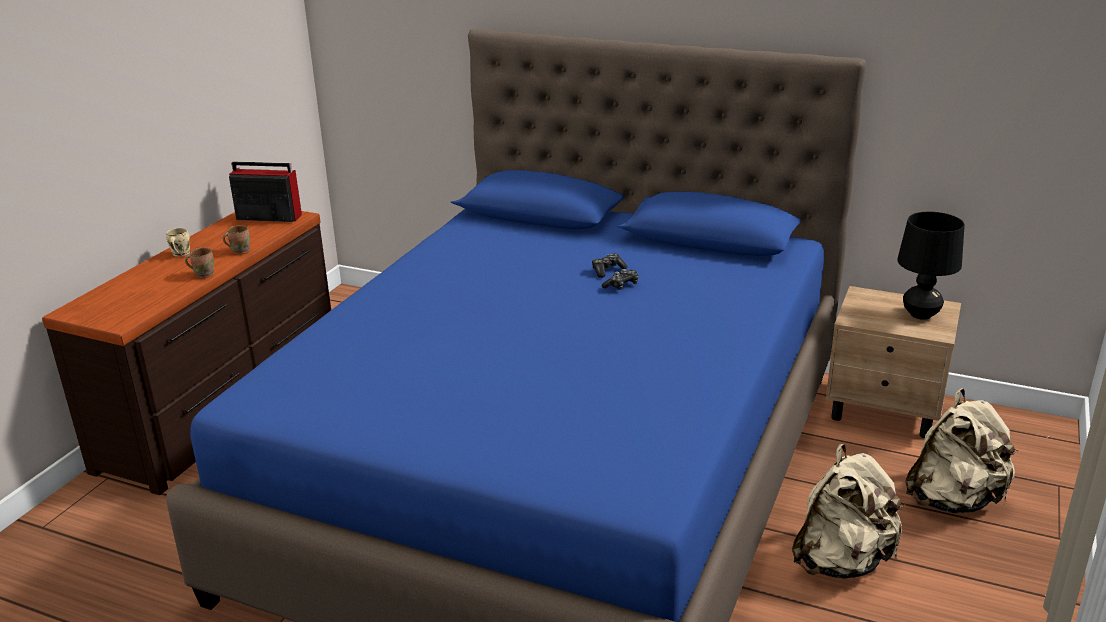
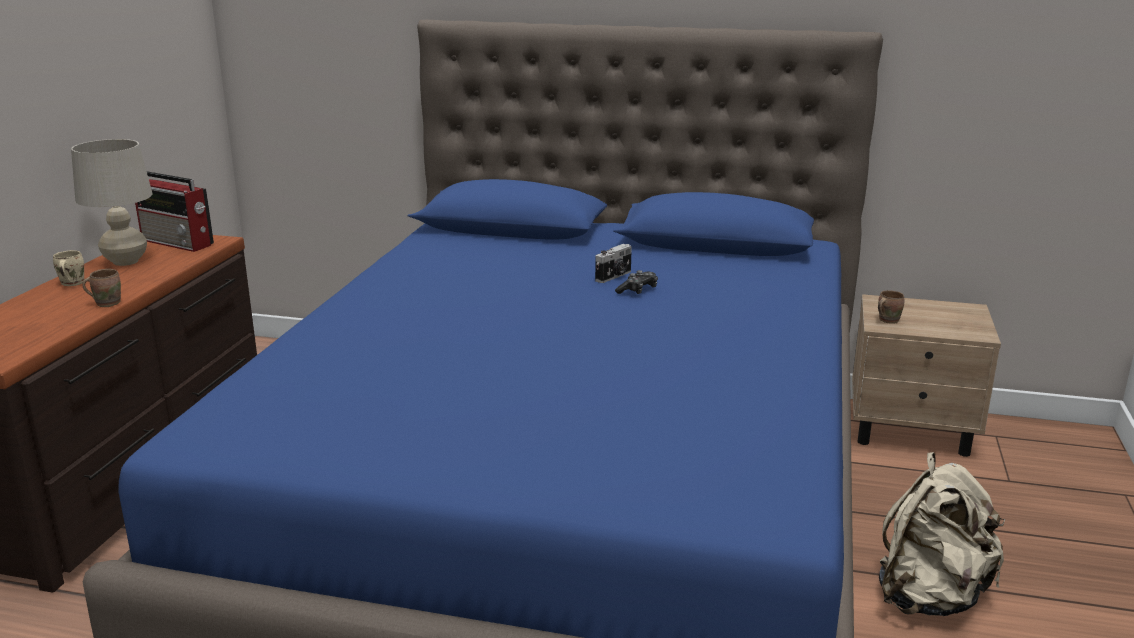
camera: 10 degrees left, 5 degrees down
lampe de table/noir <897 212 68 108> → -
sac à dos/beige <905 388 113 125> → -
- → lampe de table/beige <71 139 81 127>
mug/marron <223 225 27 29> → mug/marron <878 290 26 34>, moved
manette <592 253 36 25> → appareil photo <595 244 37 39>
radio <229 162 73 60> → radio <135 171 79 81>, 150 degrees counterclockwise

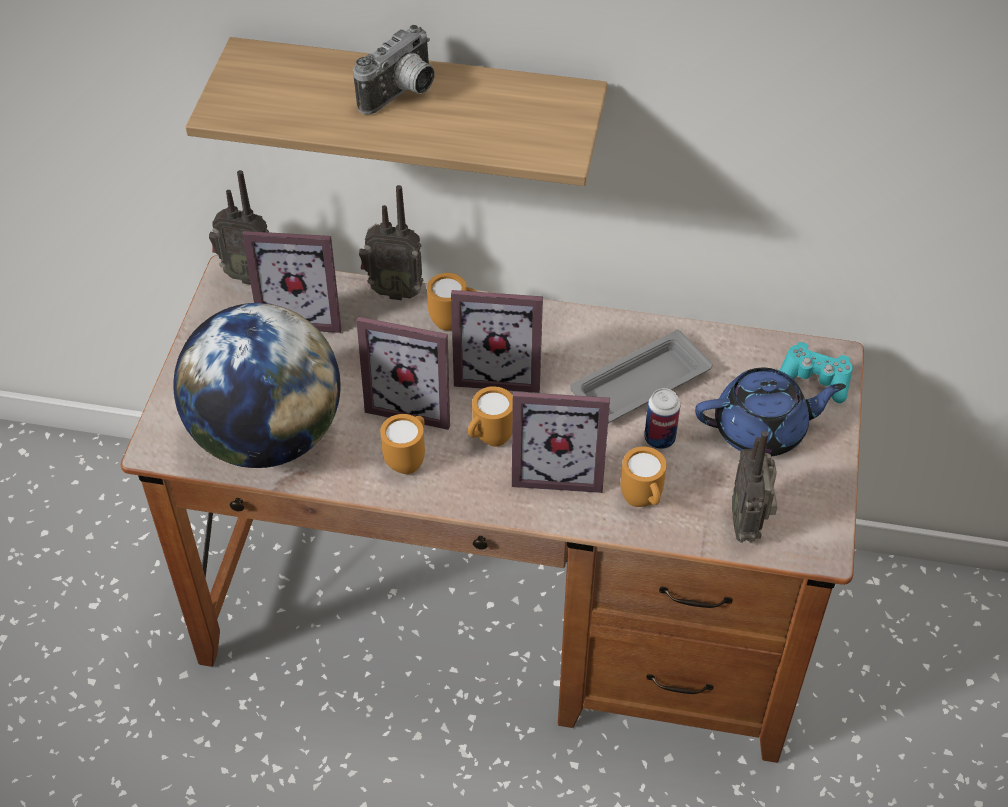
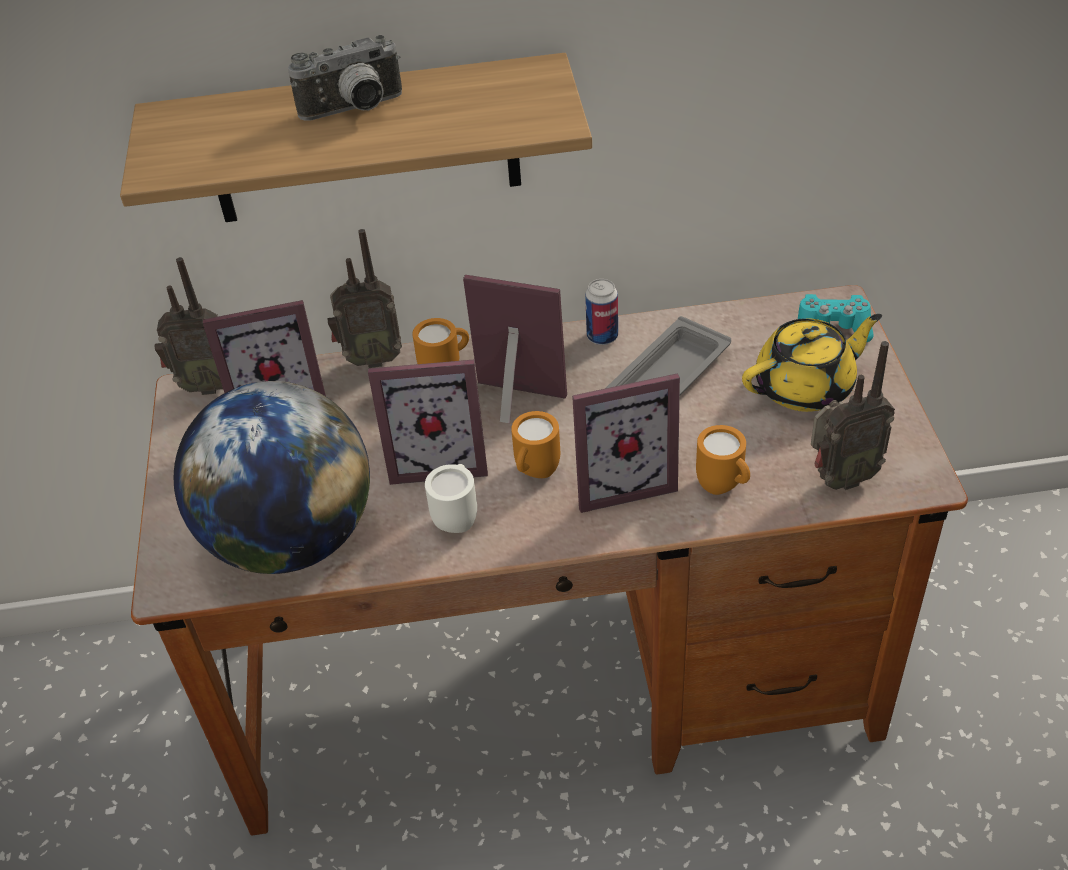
camera: 15 degrees left, 5 degrees down
boîte métallique <644 388 36 61> → boîte métallique <585 279 33 66>, moved
mug/orange <380 414 45 60> → mug/blanc <425 464 52 69>
théière/bleu <695 368 151 89> → théière/jaune <742 314 140 98>
appareil photo <353 25 82 90> → appareil photo <288 35 114 86>, 45 degrees clockwise
cadre photo <451 290 92 103> → cadre photo <463 275 104 148>, 150 degrees counterclockwise
radio <732 431 45 112> → radio <811 341 84 149>, 90 degrees counterclockwise

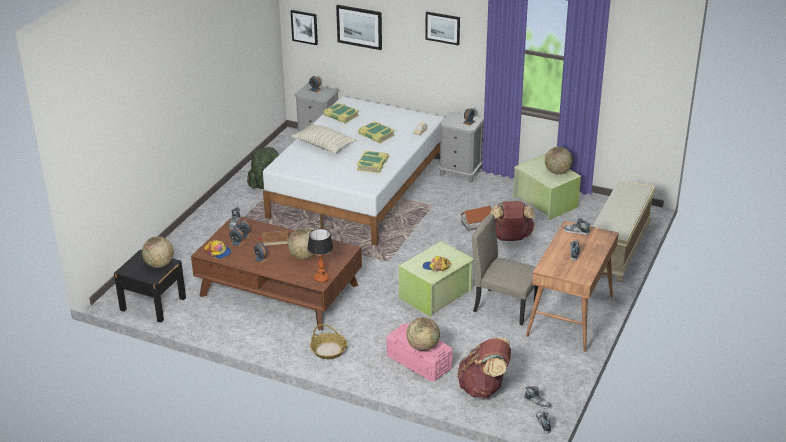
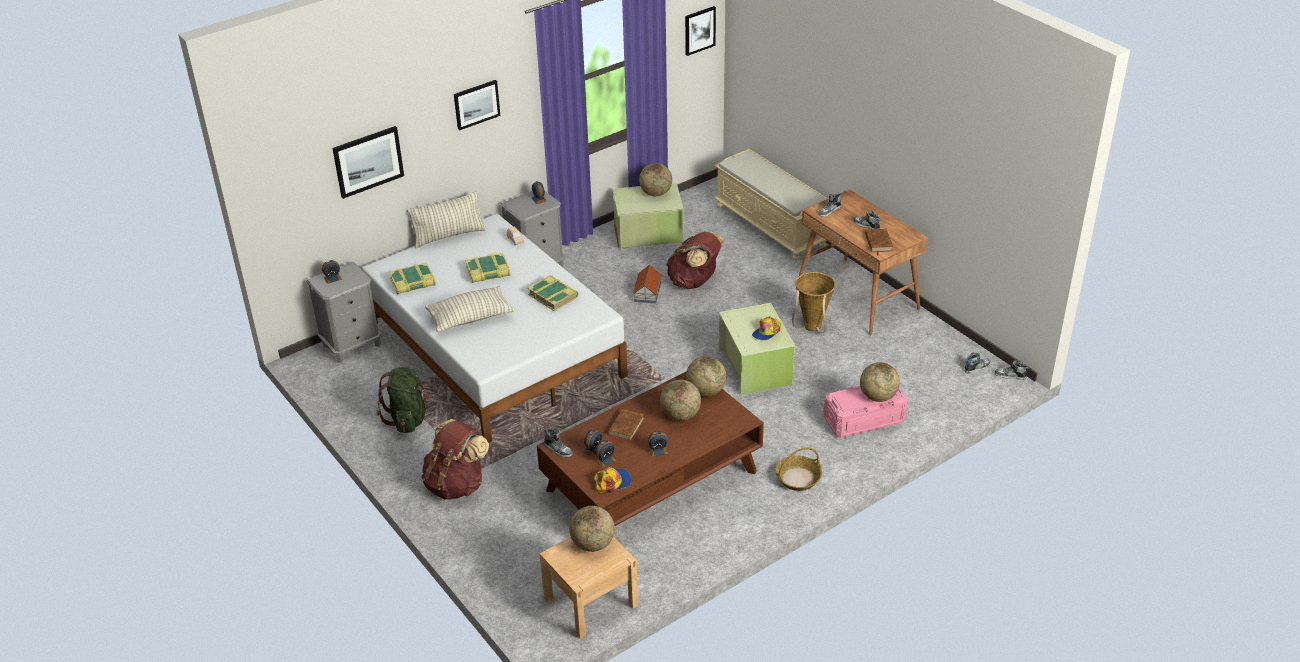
camera: 60 degrees left, 5 degrees up
lampe de table <307 229 26 53> → -
- → coussin <407 191 79 57>
- → globe <686 356 40 41>
- → livre/marron <865 229 28 26>
tableau <291 10 27 35> → tableau <685 6 31 50>, moved
sac à dos/marron <457 337 54 61> → sac à dos/marron <422 419 67 81>, moved
chaise/beige <472 214 66 111> → panier <792 272 43 61>
table de chevet/noir <114 250 72 72> → table de chevet/beige <540 537 98 102>

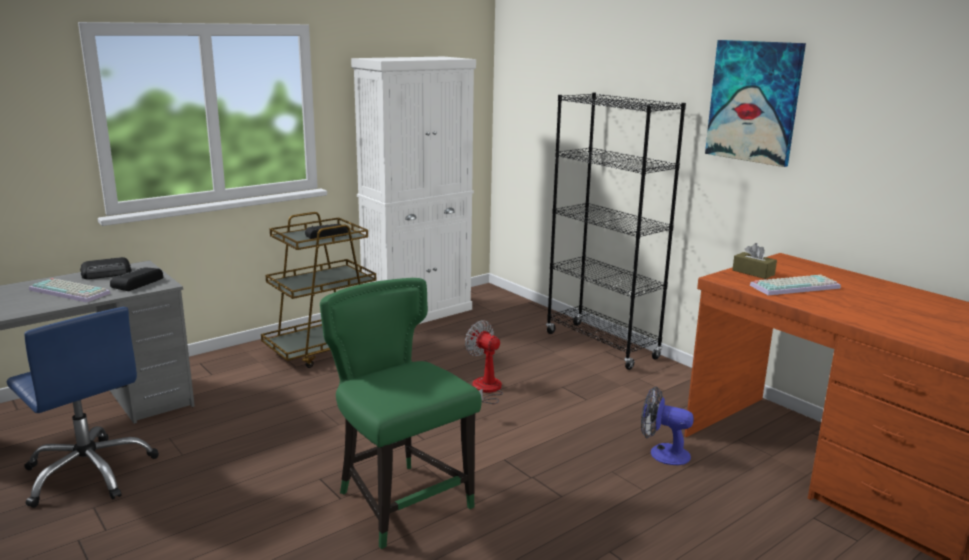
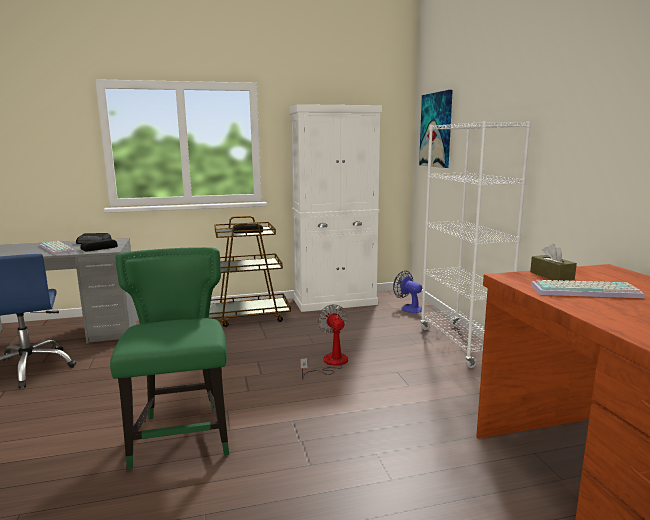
camera: 25 degrees right, 5 degrees down
ventilateur <641 386 53 79> → ventilateur <393 271 29 42>, moved
tableau <705 40 101 127> → tableau <419 90 34 78>, moved
bibliothèque/noir <546 93 140 277> → bibliothèque/blanc <420 121 111 247>

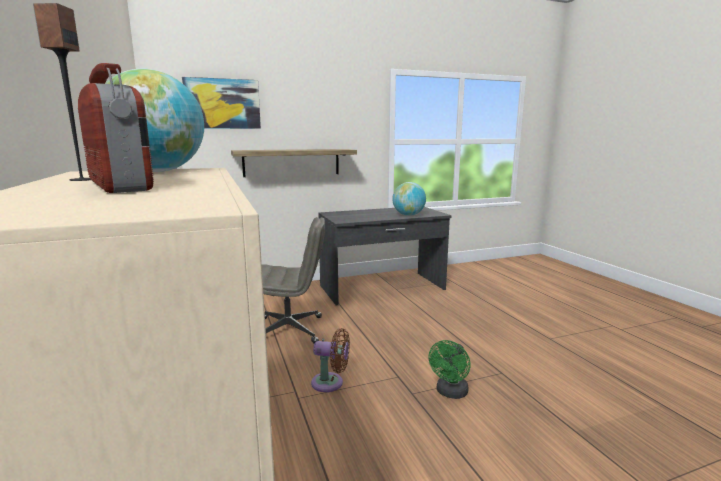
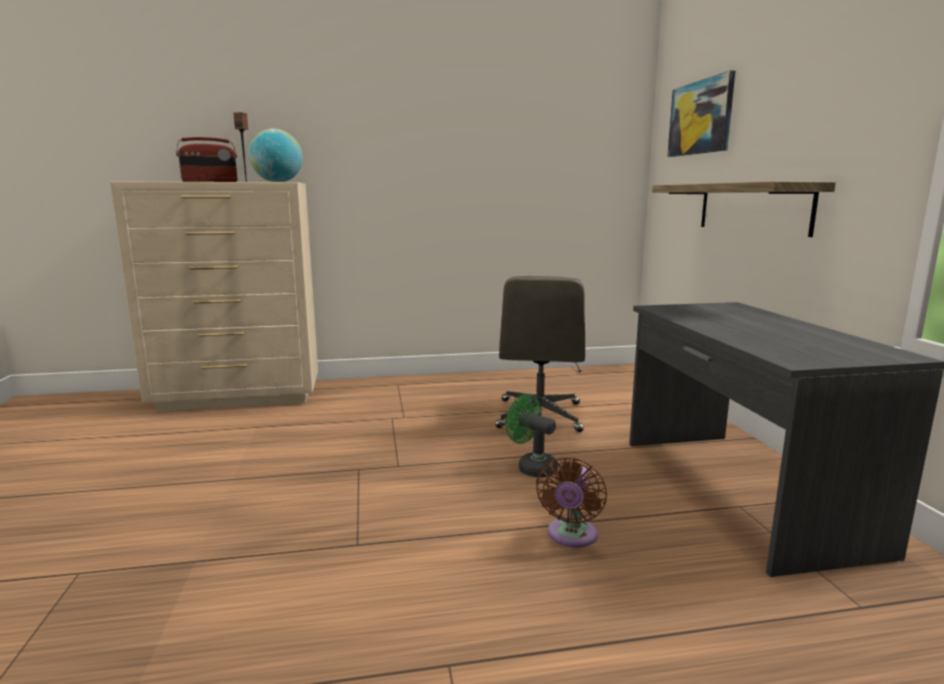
camera: 100 degrees right, 0 degrees up
globe <392 182 34 34> → -
ventilateur/marron <311 328 39 64> → ventilateur/marron <536 457 71 91>, moved
ventilateur/vert <428 340 43 59> → ventilateur/vert <506 394 52 84>, moved

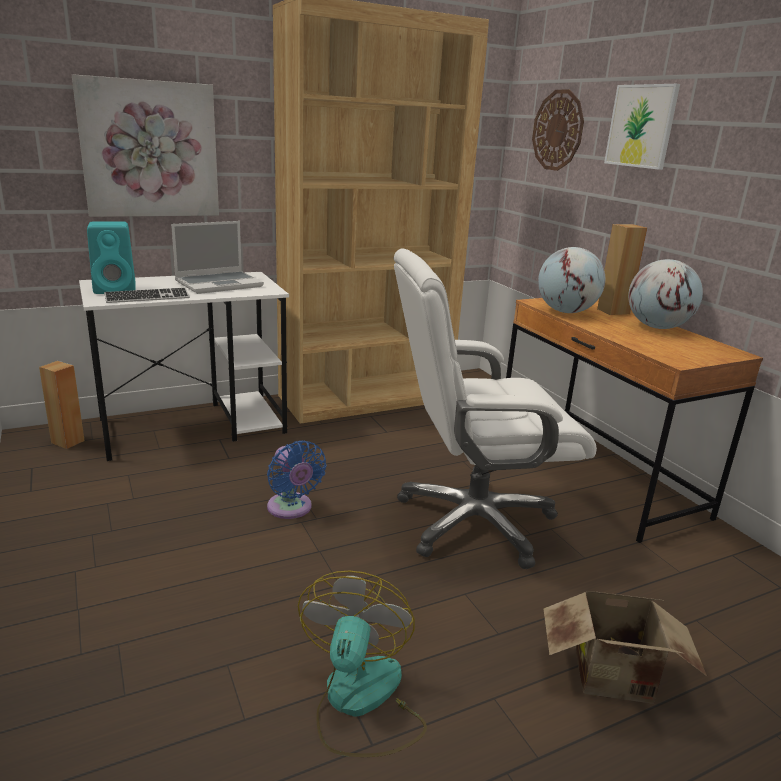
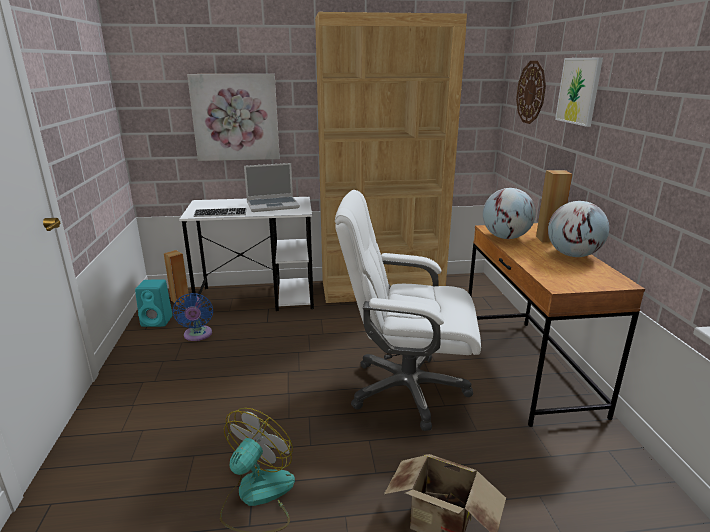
camera: 20 degrees right, 0 degrees up
enceinte/turquoise <87 221 49 73> → enceinte/turquoise <135 280 37 47>, moved
ventilateur/bleu <267 441 60 78> → ventilateur/bleu <172 293 41 48>, moved

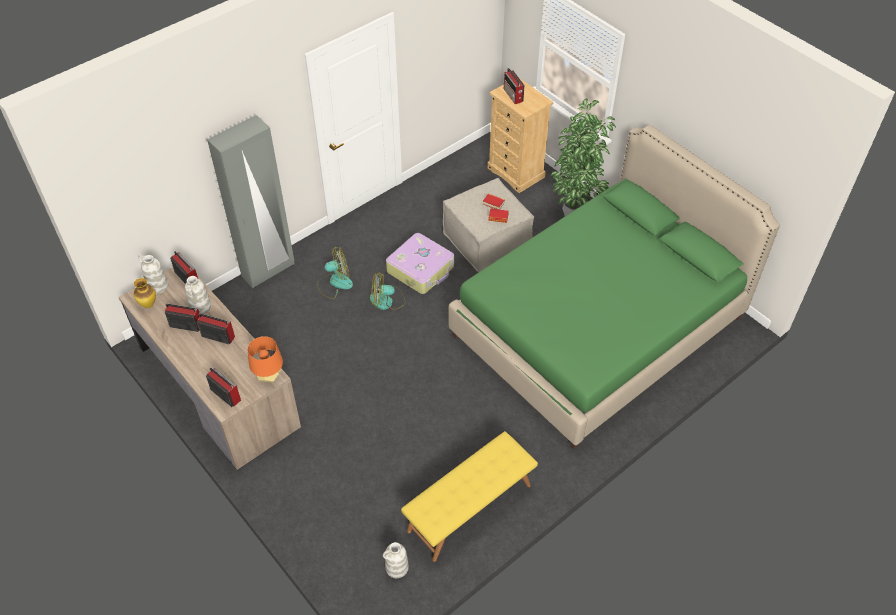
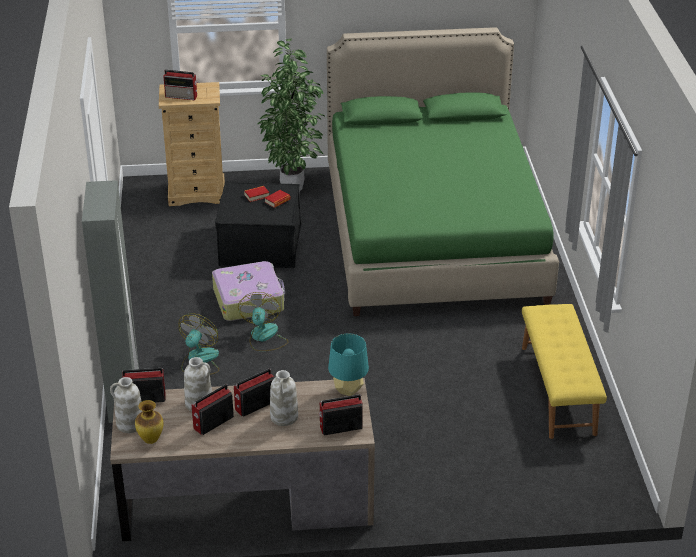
camera: 55 degrees left, 15 degrees down
vase/blanc <383 542 26 36> → vase/blanc <270 370 28 56>, moved
lampe de table/orange <248 336 35 47> → lampe de table/turquoise <328 334 41 62>
pouf/beige <443 178 91 94> → pouf/noir <215 181 86 87>
ventilateur <370 272 35 38> → ventilateur <238 292 51 59>, 150 degrees clockwise

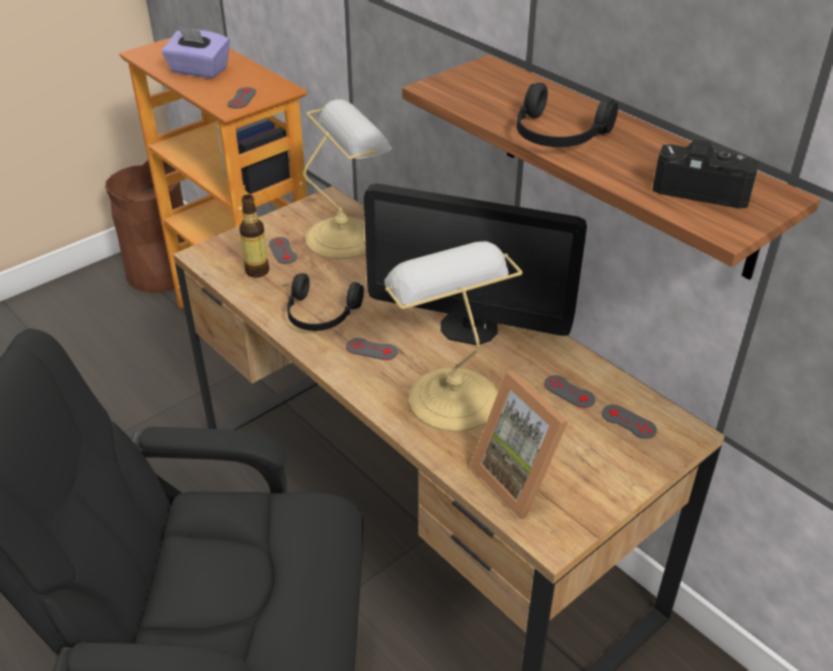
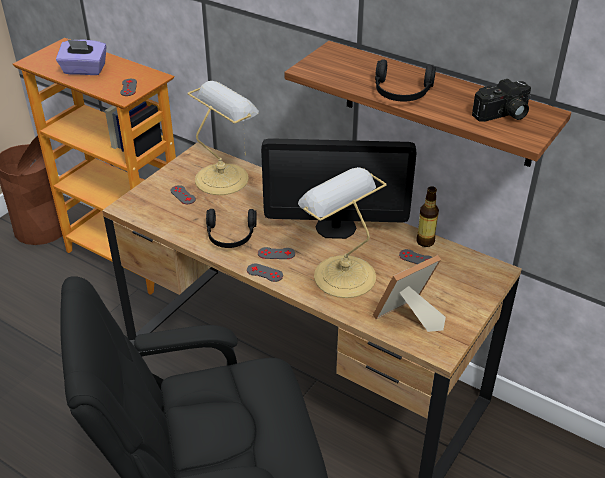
camera: 15 degrees left, 0 degrees up
bouteille <239 195 30 83> → bouteille <416 186 23 61>, moved
manette/gris <602 405 55 34> → manette/gris <247 264 36 18>, moved
cadre photo <470 371 98 148> → cadre photo <373 255 73 77>, 105 degrees clockwise
appareil photo <652 139 107 69> → appareil photo <472 79 59 43>, 150 degrees clockwise

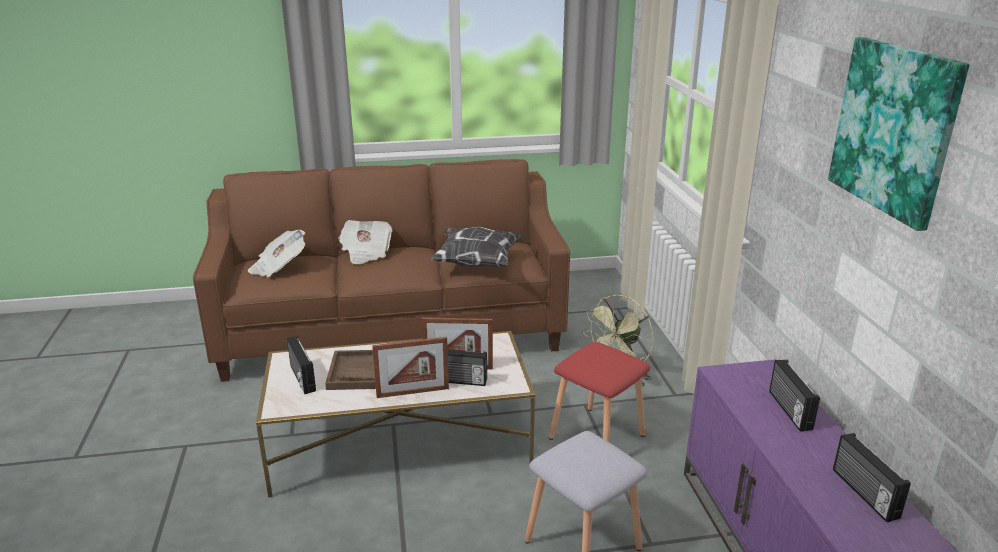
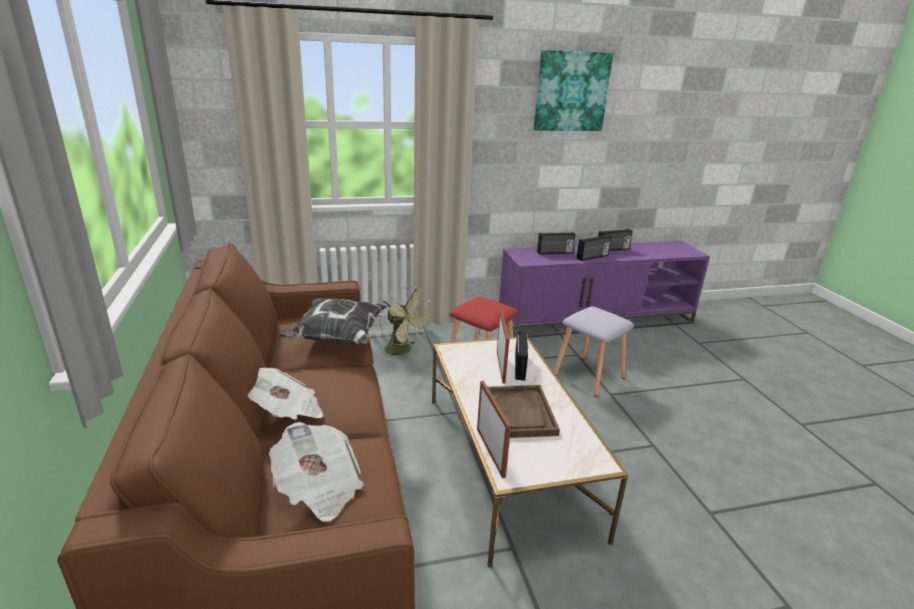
camera: 95 degrees left, 0 degrees up
radio <287 336 29 58> → radio <577 235 34 26>, moved
cadre photo <372 337 77 61> → cadre photo <477 381 34 98>, moved

